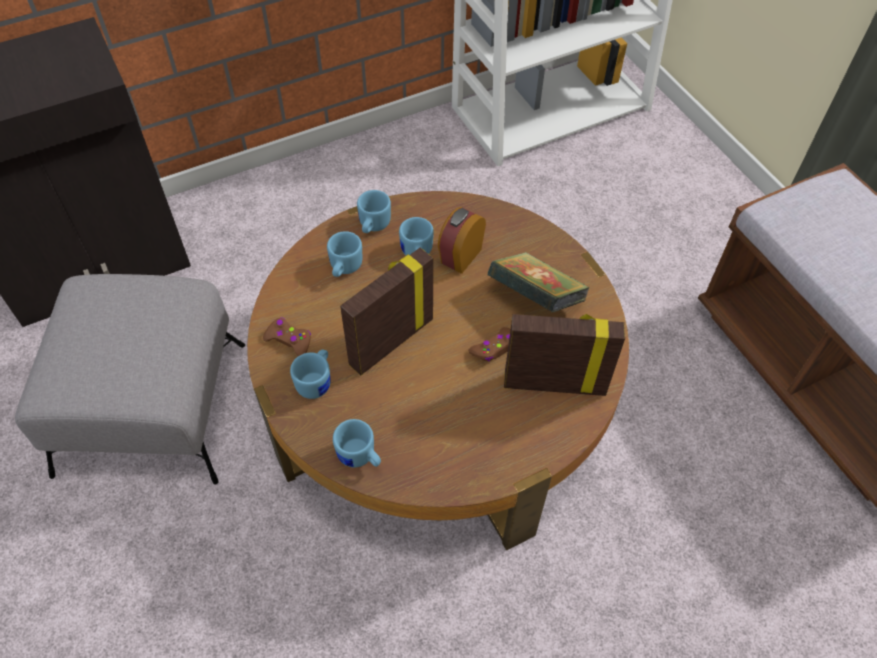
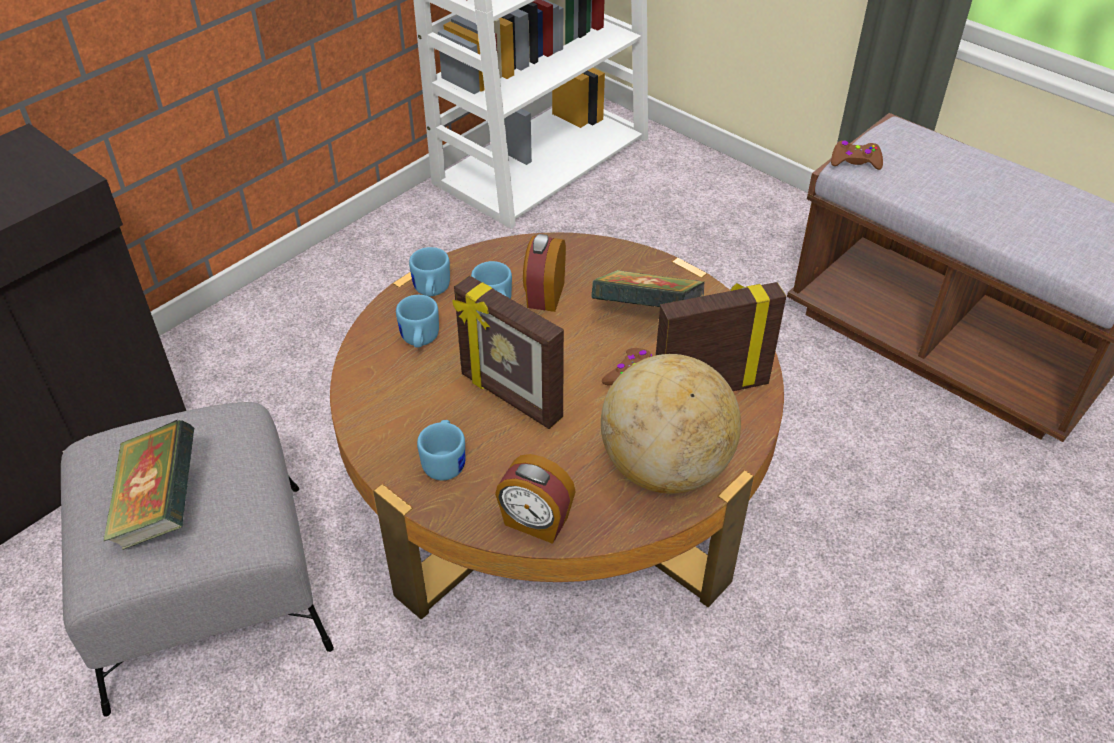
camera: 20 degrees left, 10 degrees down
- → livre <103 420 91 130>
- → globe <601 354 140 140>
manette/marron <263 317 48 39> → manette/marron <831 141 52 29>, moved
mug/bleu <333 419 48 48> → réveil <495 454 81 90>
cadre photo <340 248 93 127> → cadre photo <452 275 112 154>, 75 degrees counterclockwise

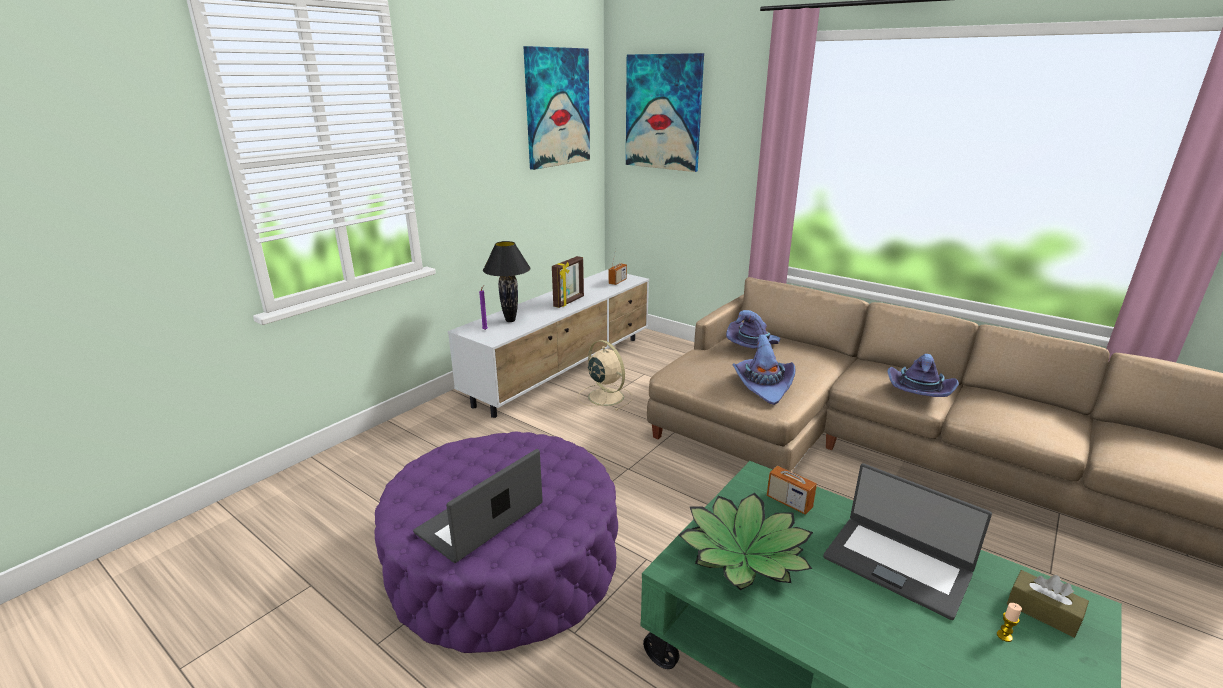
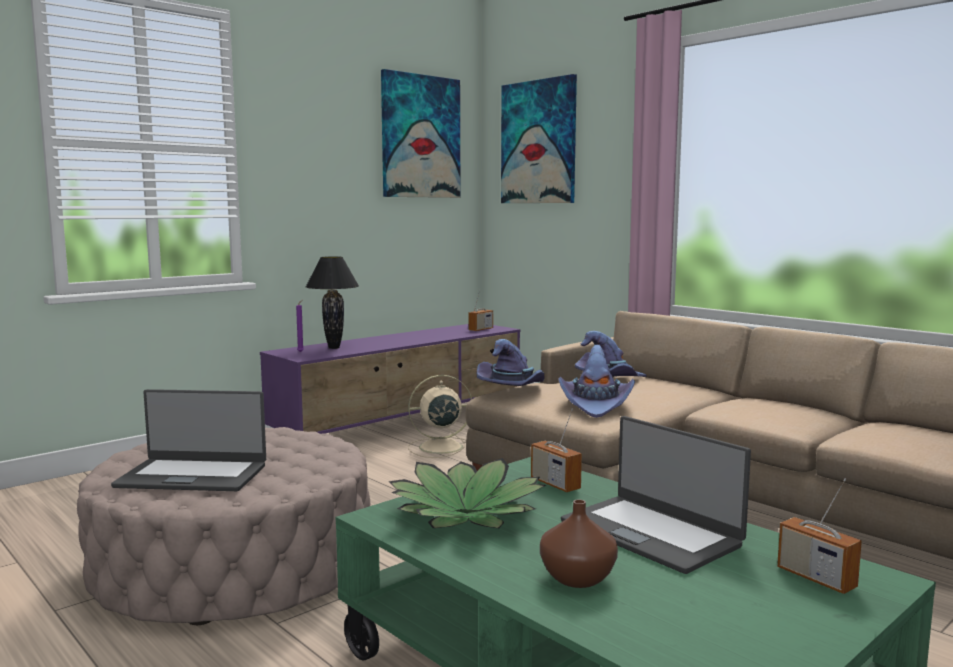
camera: 10 degrees right, 15 degrees down
cadre photo <552 256 32 52> → -
bougie <997 603 25 39> → -
- → vase/marron <540 499 78 89>
chapeau/violet <887 354 72 43> → chapeau/violet <476 339 69 47>, moved
boîte à mouchoirs/marron <1007 570 82 68> → radio <777 478 85 116>
pouf/violet <374 431 244 222> → pouf/beige <77 427 293 198>
meuble télé/blanc <448 270 201 148> → meuble télé/violet <260 324 260 110>
ordinateur portable <413 449 130 114> → ordinateur portable <111 389 155 102>, 135 degrees counterclockwise
ventilateur/beige <578 340 54 71> → ventilateur/beige <408 375 64 83>, 75 degrees counterclockwise

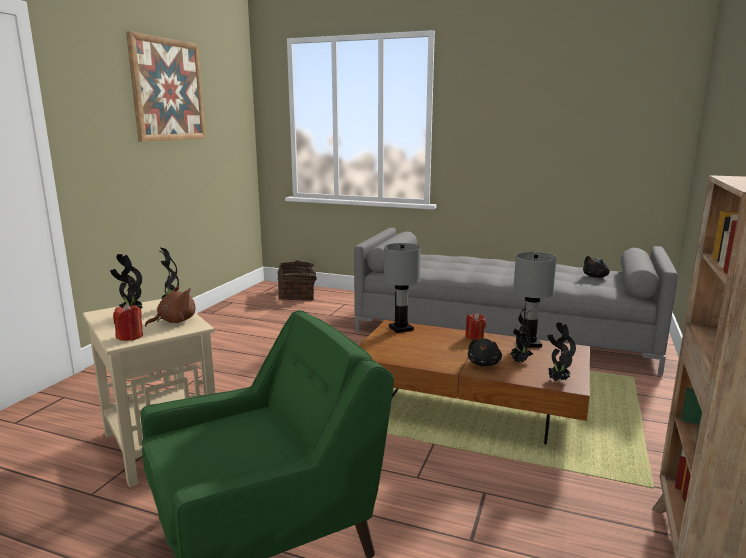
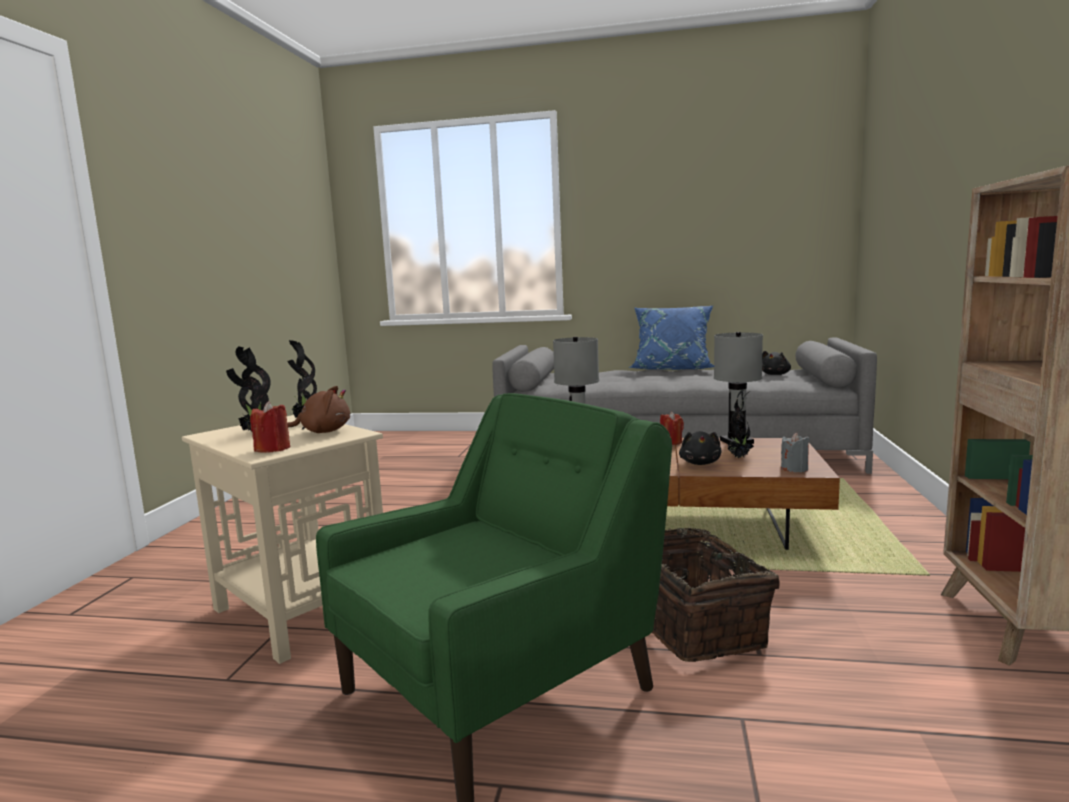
camera: 10 degrees left, 5 degrees down
tableau <126 31 80 111> → -
- → coussin/bleu <629 306 85 64>
panier <278 260 46 41> → panier <652 528 128 134>, moved
plante en pot <547 322 29 60> → bougie/gris <781 433 28 39>
peluche/marron <145 286 51 41> → peluche/marron <287 386 63 47>, 45 degrees clockwise

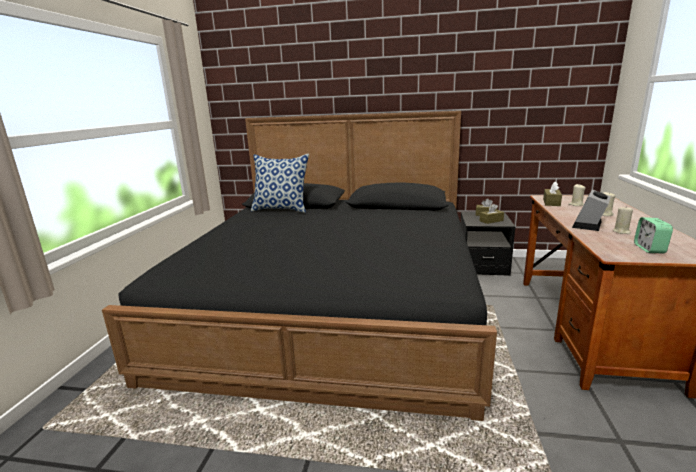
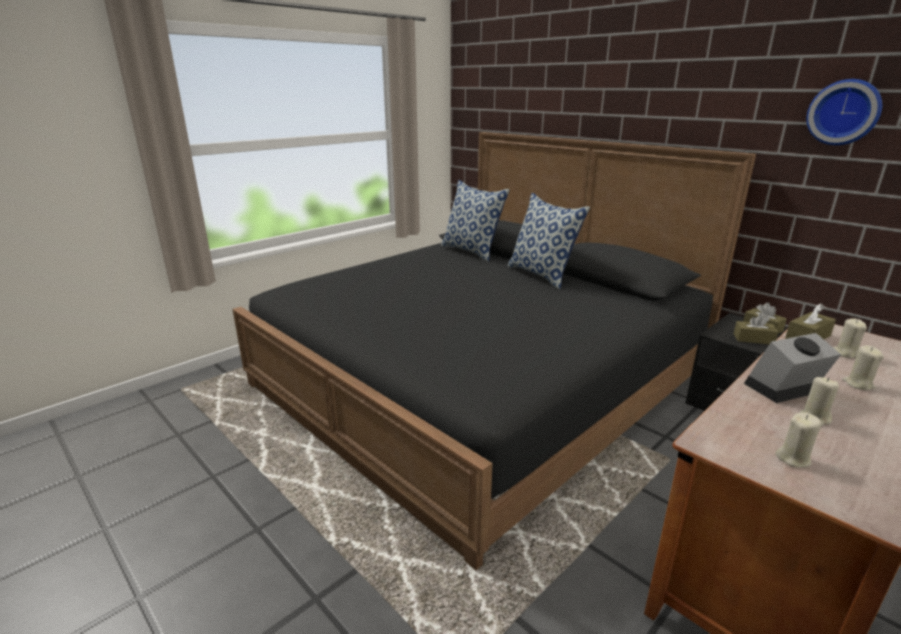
camera: 35 degrees right, 5 degrees up
- → coussin <508 193 82 96>
- → horloge murale <806 79 76 66>
réveil <634 217 39 36> → bougie/beige <776 413 46 55>

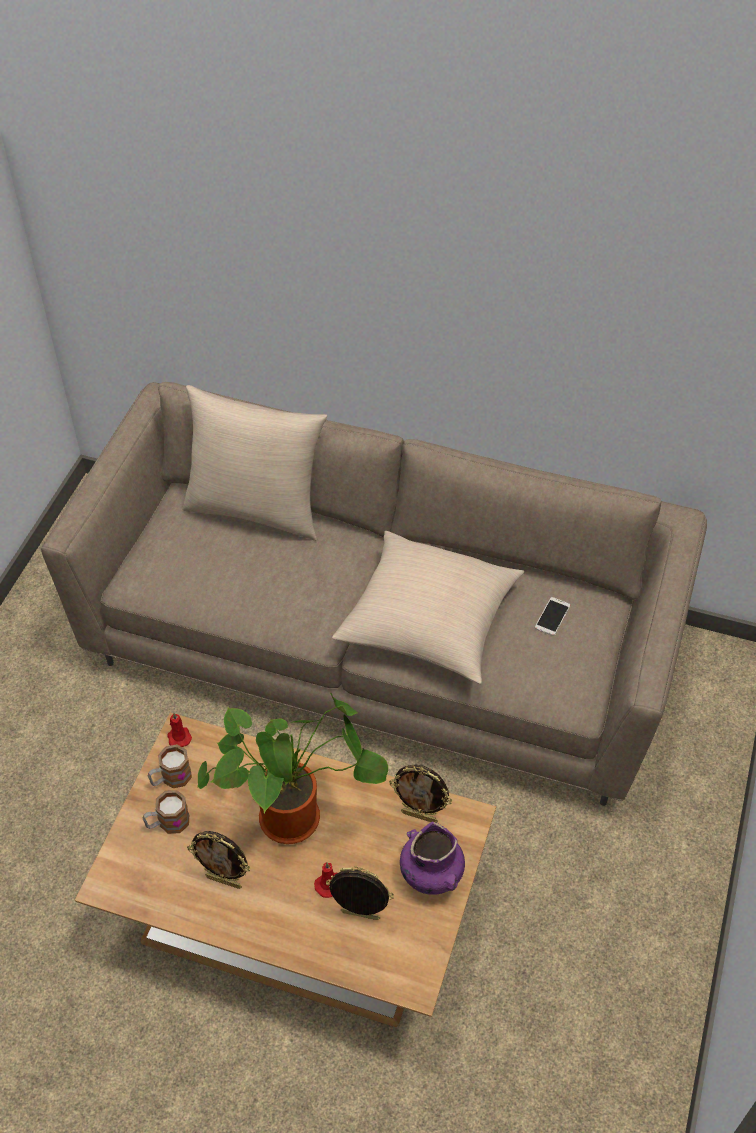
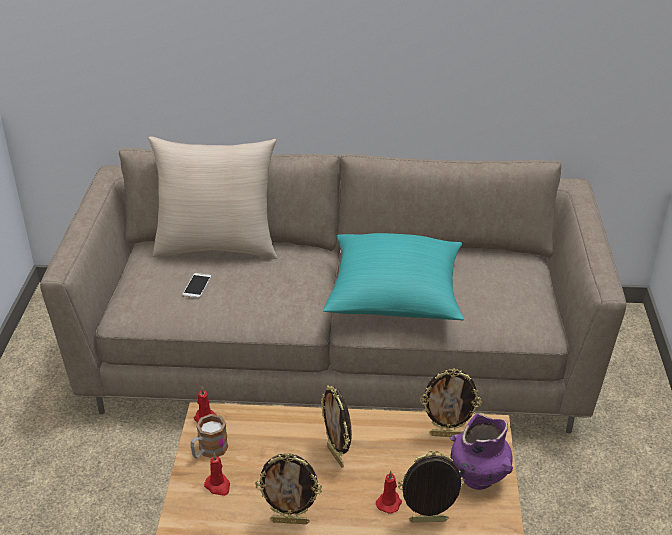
camera: 15 degrees left, 15 degrees down
téléphone <535 597 35 39> → téléphone <182 273 29 25>, moved
mug <143 790 46 44> → bougie/rouge <204 453 26 43>
plante en pot <197 693 191 151> → cadre photo <320 385 32 83>
coussin/beige <332 531 192 153> → coussin/turquoise <323 233 141 87>

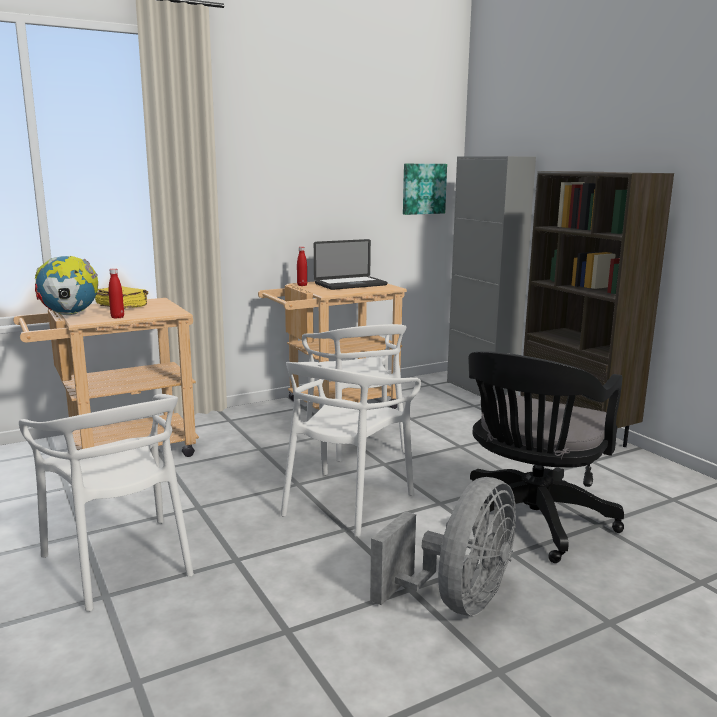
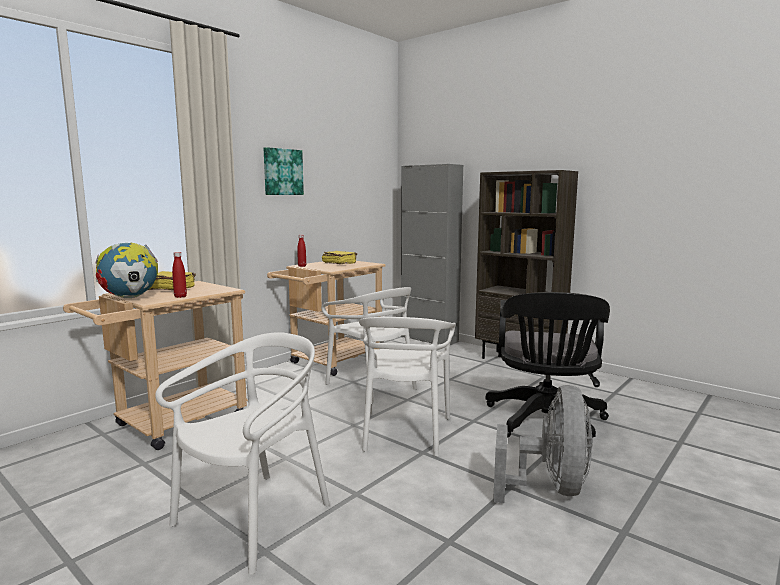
camera: 20 degrees left, 5 degrees down
tableau <403 164 44 51> → tableau <263 147 41 48>, moved
ordinateur portable <314 239 73 51> → livre/jaune <322 251 35 13>
chaise/blanc <19 394 175 217> → chaise/blanc <155 332 175 243>, 90 degrees counterclockwise

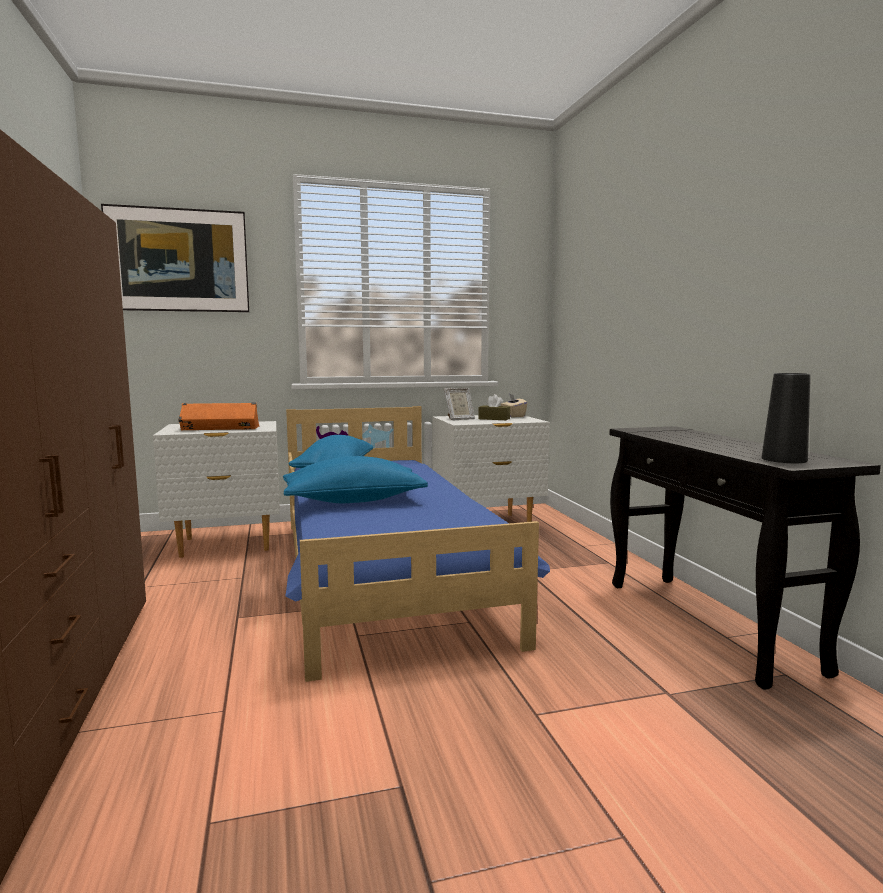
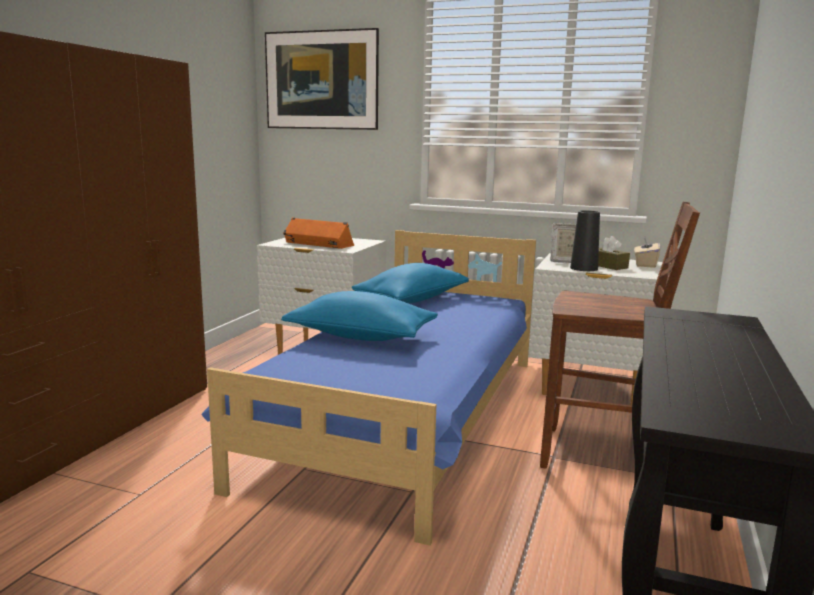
camera: 35 degrees right, 5 degrees up
- → chaise/marron <540 201 160 267>
vase/noir <761 373 50 90> → vase/noir <570 210 30 61>, moved

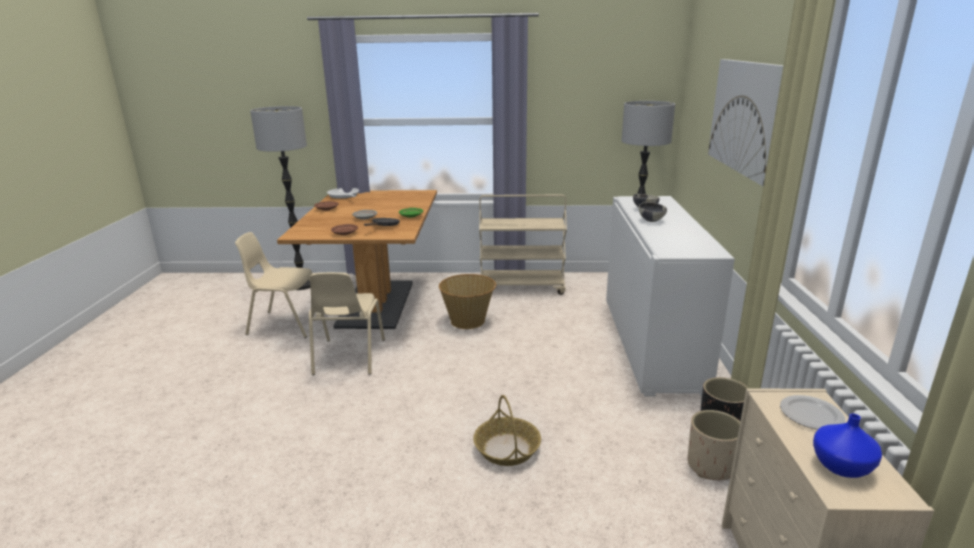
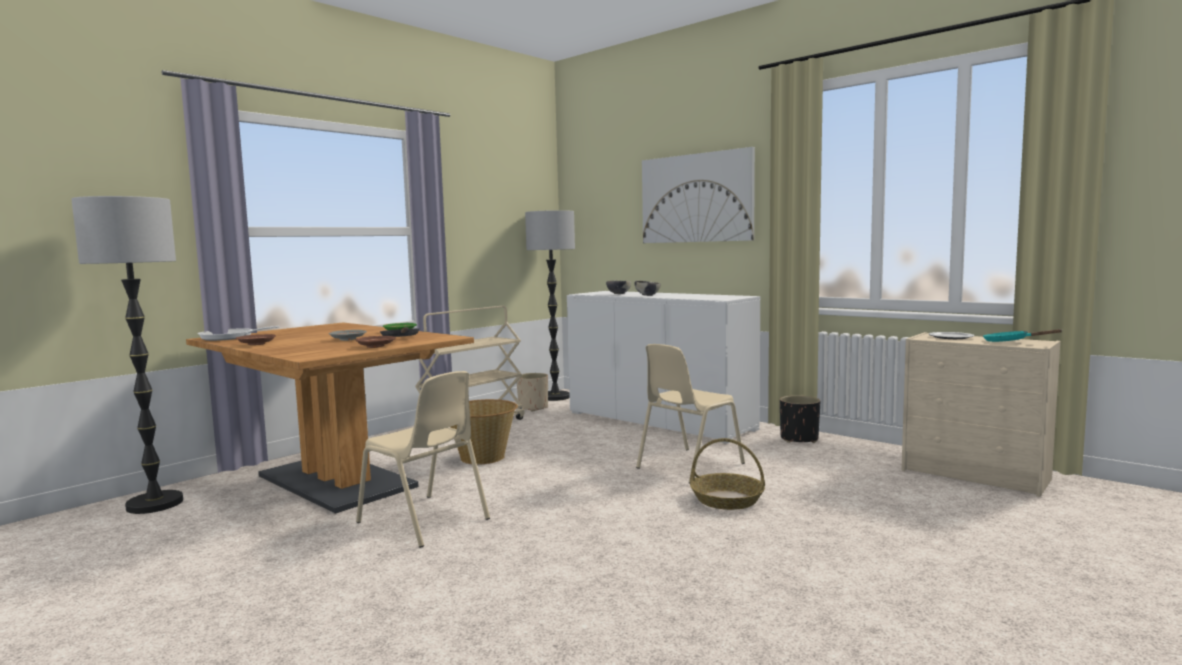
camera: 50 degrees left, 15 degrees down
chaise/beige <235 232 78 106> → chaise/beige <636 344 109 139>, moved
cache-pot/beige <688 410 52 70> → cache-pot/beige <516 373 32 39>, moved
vase/bleu <813 414 69 64> → poêle/turquoise <983 329 79 13>

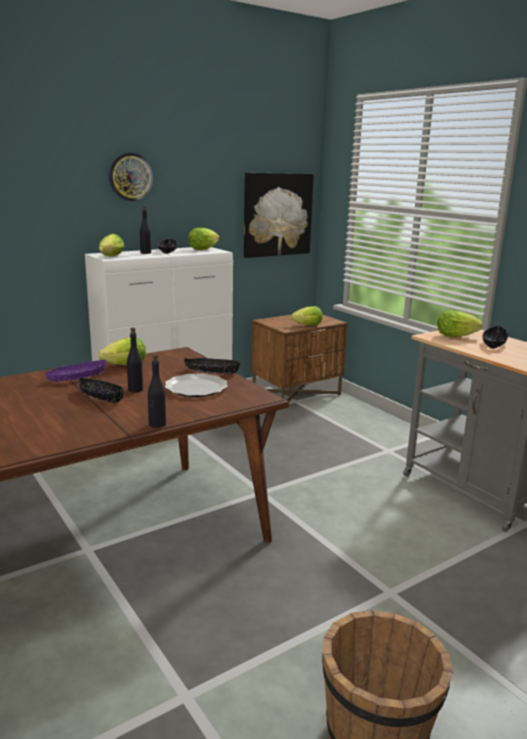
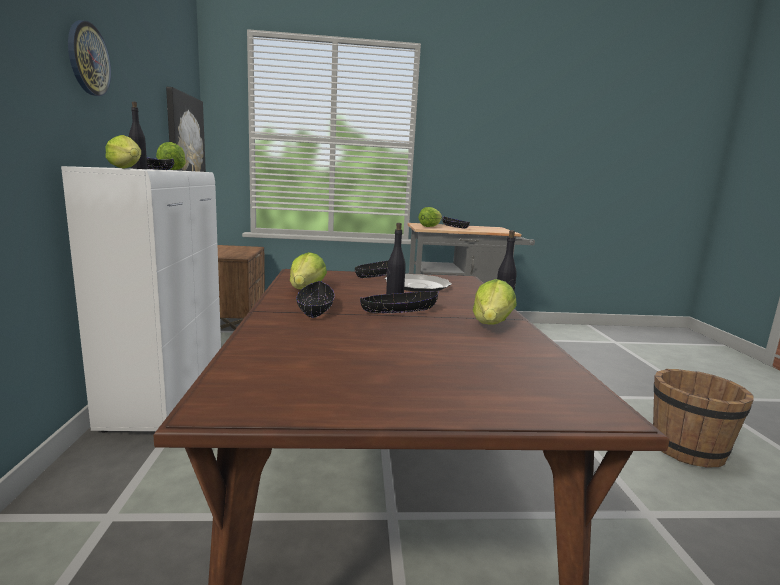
camera: 60 degrees left, 5 degrees down
laitue <291 306 32 19> → laitue <472 279 45 45>, moved
bol/violet <45 360 61 22> → bol/noir <296 281 39 37>

